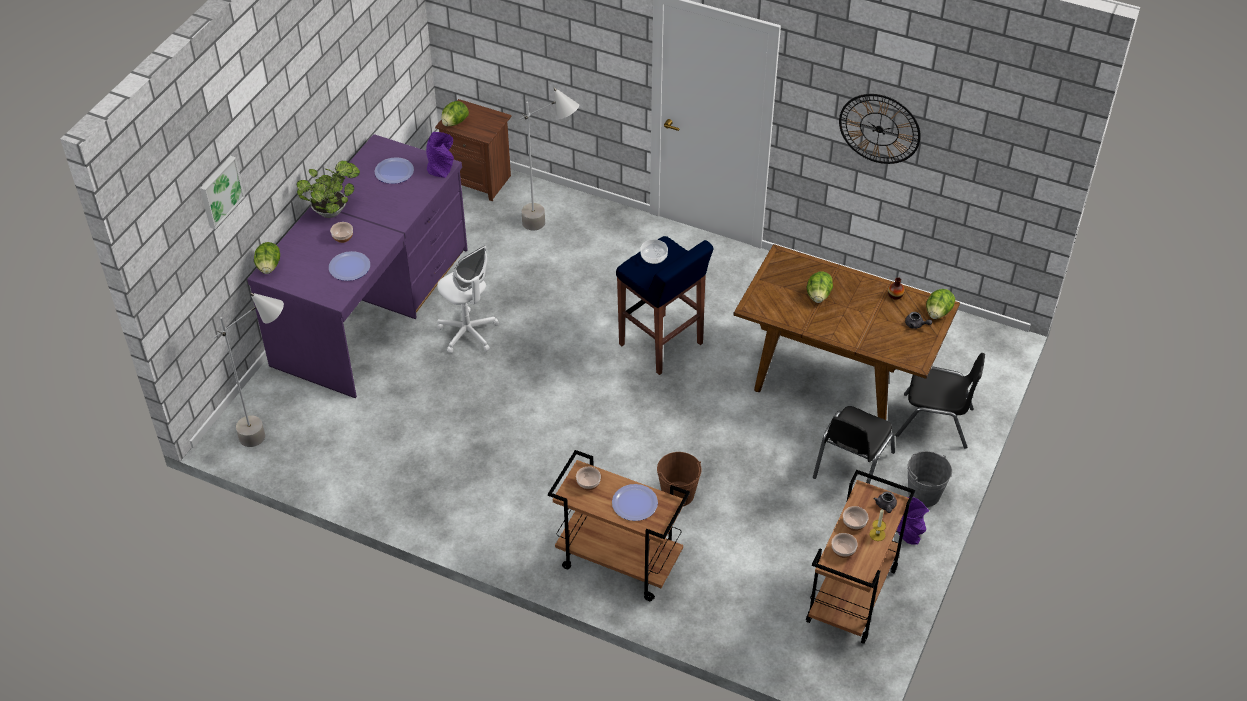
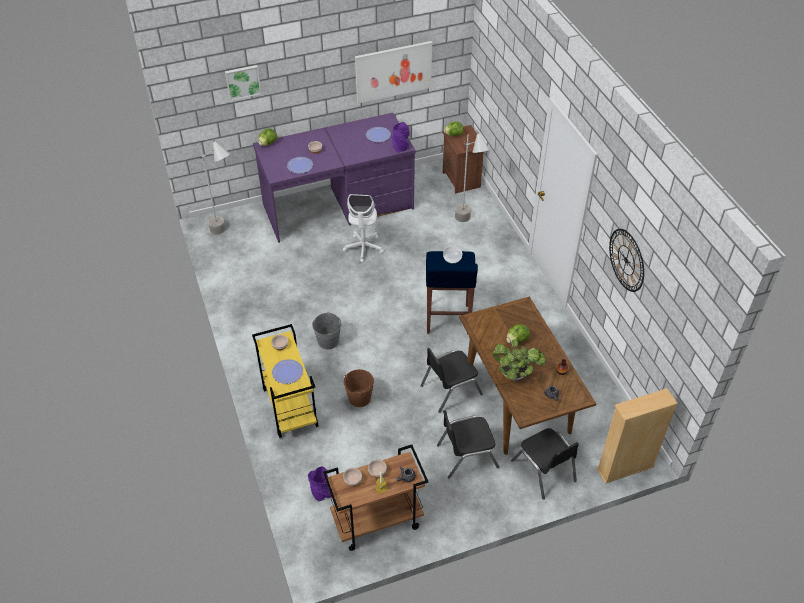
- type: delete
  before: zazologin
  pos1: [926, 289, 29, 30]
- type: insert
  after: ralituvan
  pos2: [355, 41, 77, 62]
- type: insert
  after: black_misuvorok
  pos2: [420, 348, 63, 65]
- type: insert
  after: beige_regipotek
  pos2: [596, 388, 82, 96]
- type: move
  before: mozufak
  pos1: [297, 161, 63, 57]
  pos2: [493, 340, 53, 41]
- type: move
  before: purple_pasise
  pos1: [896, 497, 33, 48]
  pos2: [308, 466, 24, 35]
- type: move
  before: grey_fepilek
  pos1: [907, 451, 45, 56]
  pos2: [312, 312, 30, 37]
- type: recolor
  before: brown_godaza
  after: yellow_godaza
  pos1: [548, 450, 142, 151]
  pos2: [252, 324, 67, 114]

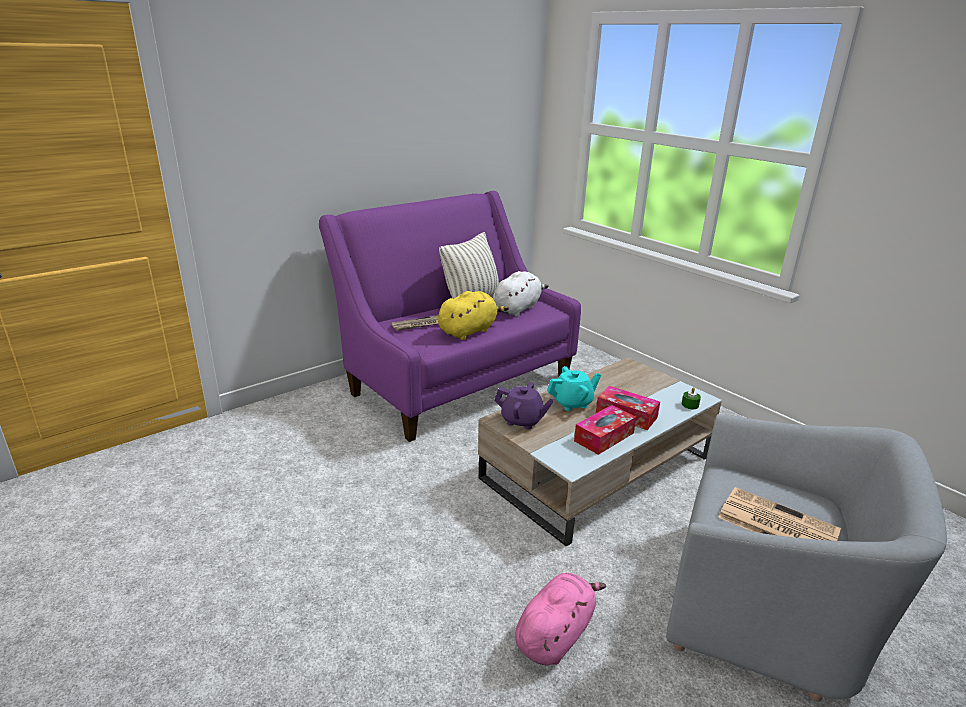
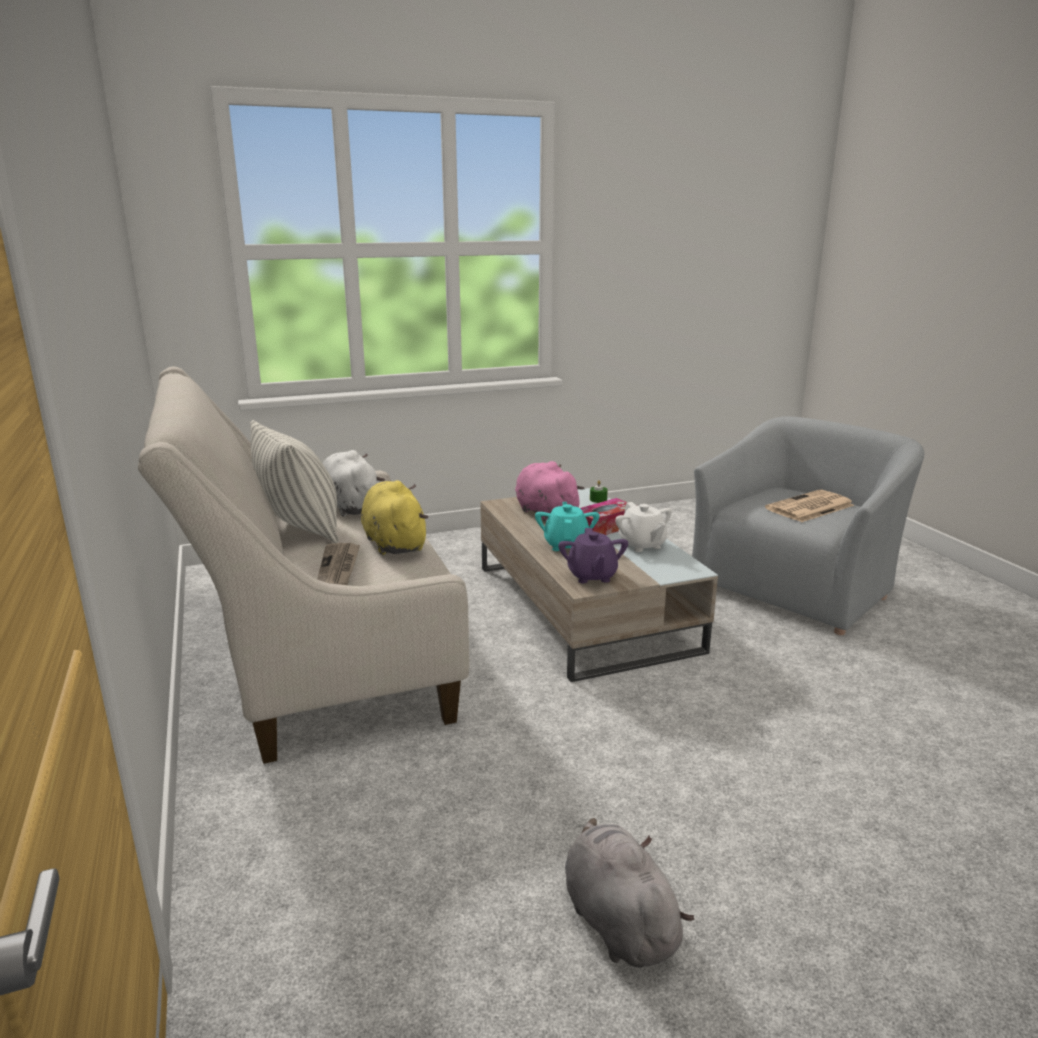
- type: insert
  after: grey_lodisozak
  pos2: [565, 818, 129, 150]
- type: move
  before: pink_lodisozak
  pos1: [515, 573, 91, 93]
  pos2: [515, 461, 69, 60]
- type: replace
  before: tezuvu
  after: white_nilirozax
  pos1: [574, 405, 62, 50]
  pos2: [615, 502, 57, 50]
- type: recolor
  before: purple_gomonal
  after: beige_gomonal
  pos1: [319, 191, 262, 251]
  pos2: [138, 366, 332, 398]
- type: rotate
  before: purple_nilirozax
  pos1: [494, 382, 60, 48]
  pos2: [558, 528, 70, 55]
  turn: 135

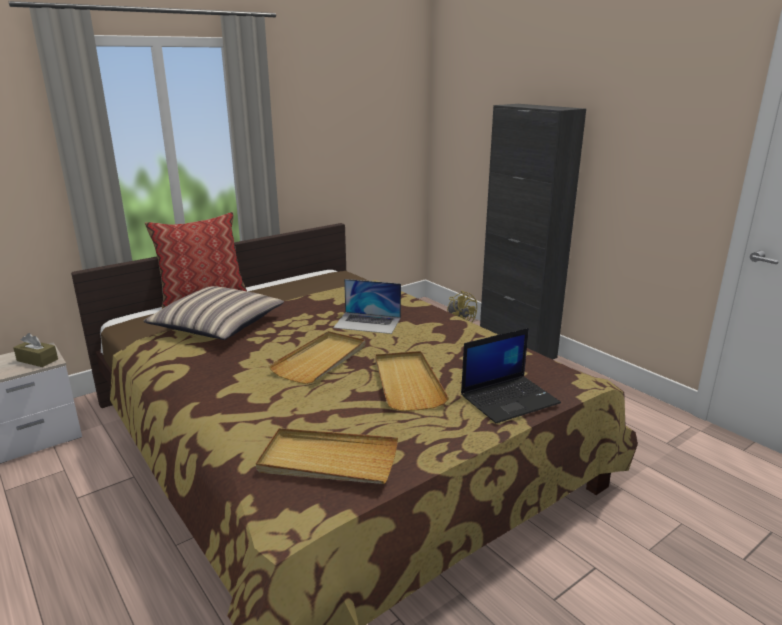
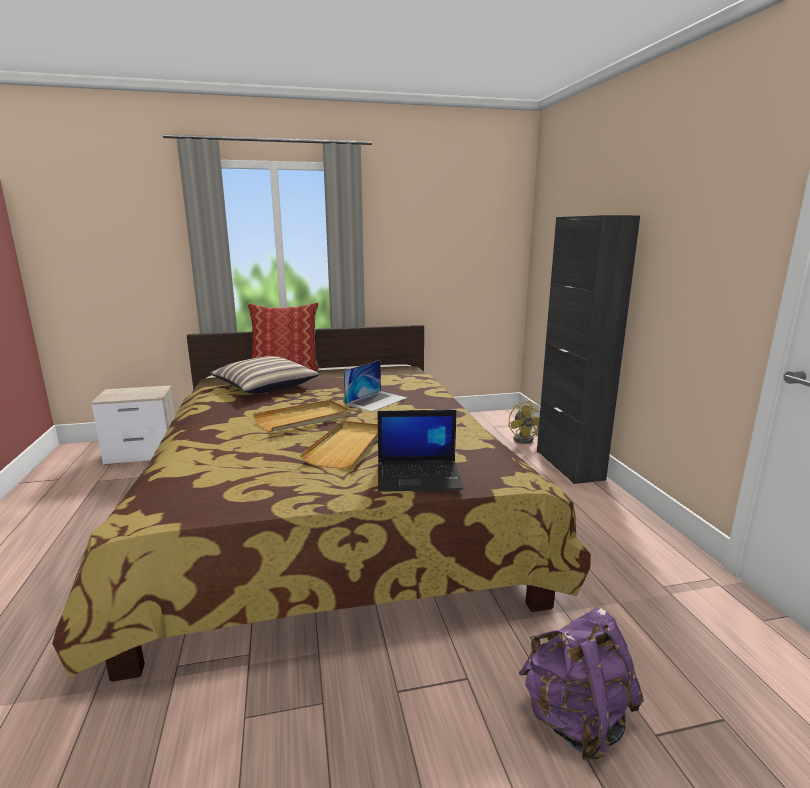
- type: delete
  before: brown_tezuvu
  pos1: [13, 333, 45, 34]
- type: delete
  before: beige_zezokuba
  pos1: [256, 428, 142, 56]
- type: insert
  after: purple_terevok
  pos2: [519, 607, 125, 153]
- type: rotate
  before: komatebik
  pos1: [333, 279, 68, 55]
  pos2: [344, 360, 63, 52]
  turn: -90

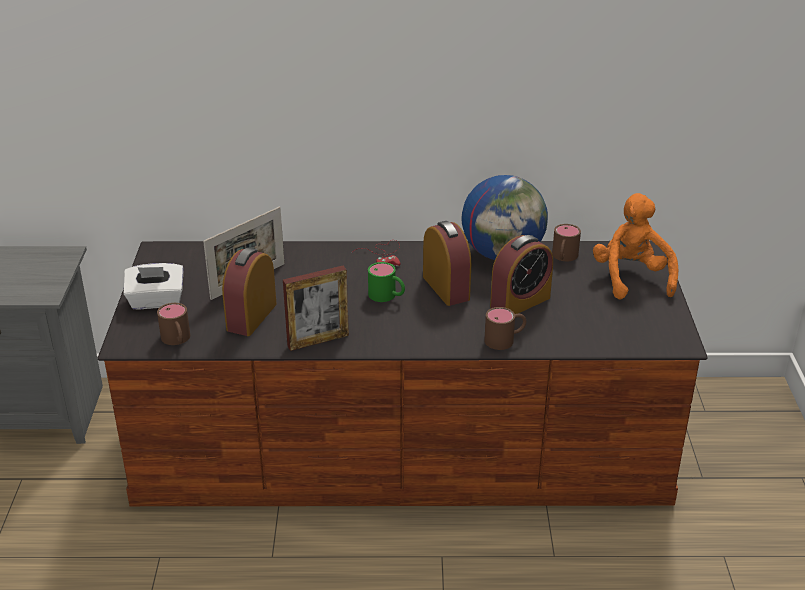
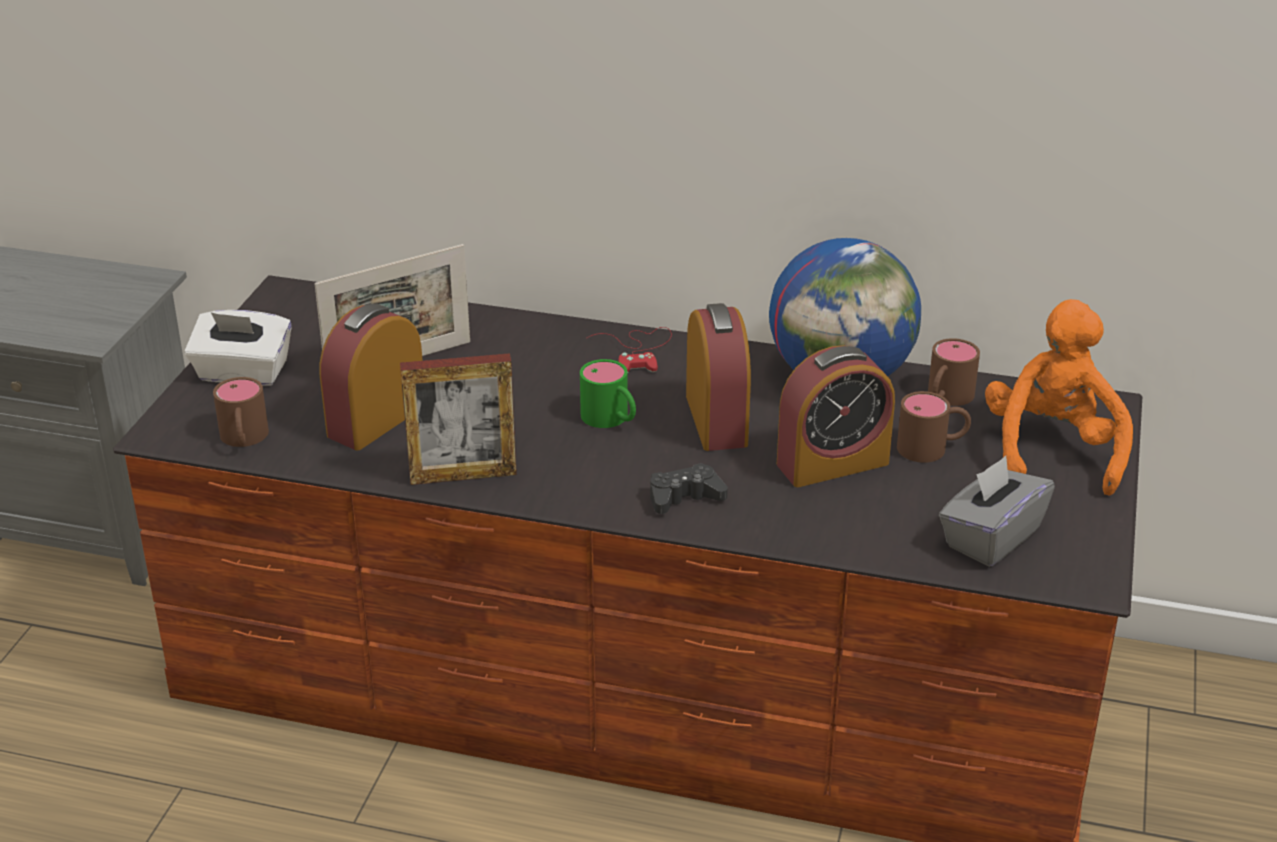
- type: insert
  after: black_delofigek
  pos2: [650, 463, 78, 51]
- type: insert
  after: grey_tezuvu
  pos2: [939, 456, 116, 111]
- type: move
  before: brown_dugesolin
  pos1: [484, 307, 42, 43]
  pos2: [897, 391, 74, 72]

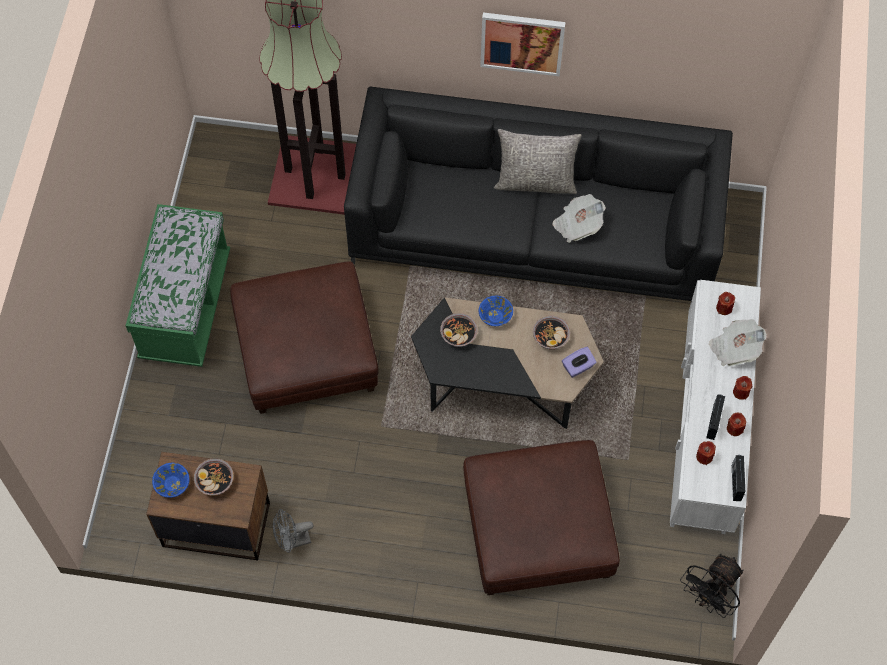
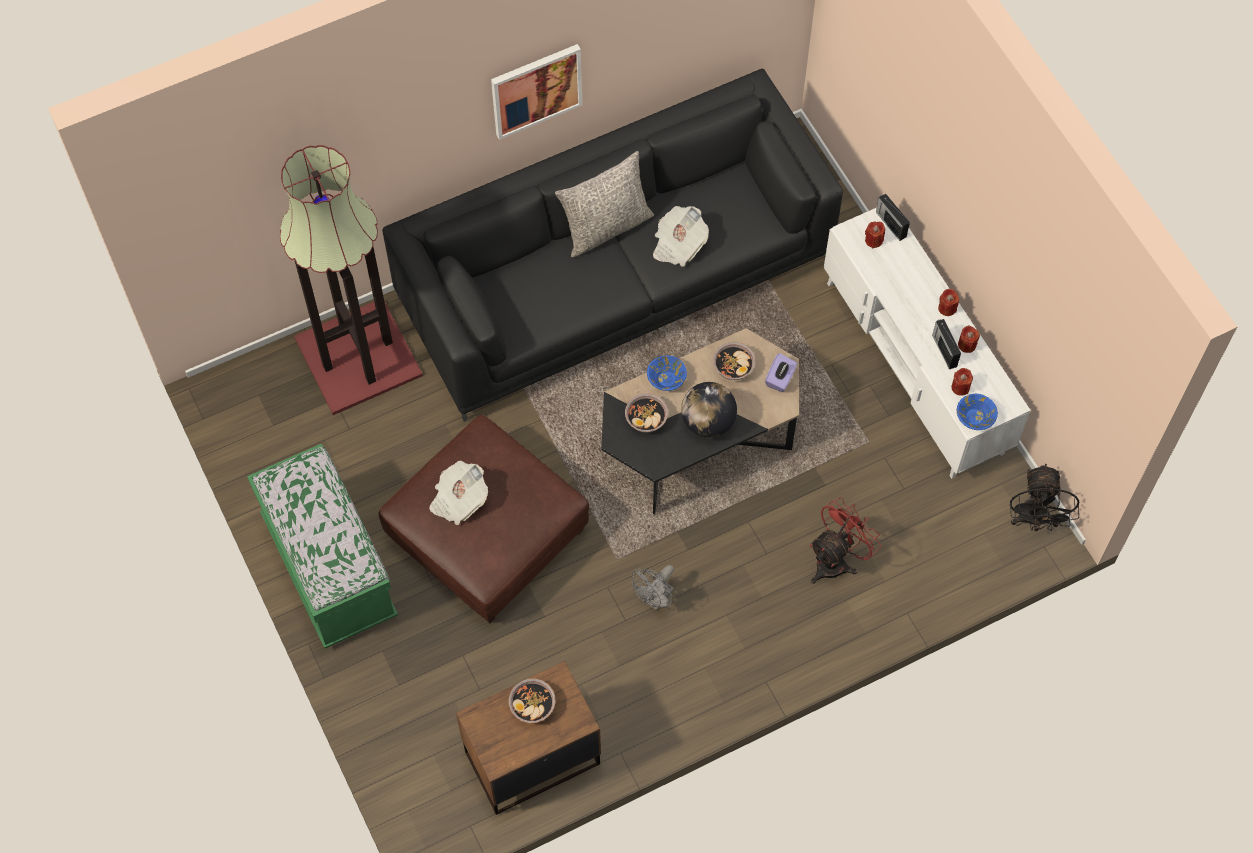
- type: insert
  after: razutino
  pos2: [681, 382, 56, 56]
- type: move
  before: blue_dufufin
  pos1: [152, 463, 37, 35]
  pos2: [957, 394, 41, 36]
- type: move
  before: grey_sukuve
  pos1: [273, 509, 41, 44]
  pos2: [631, 565, 43, 45]
- type: move
  before: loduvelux
  pos1: [709, 319, 58, 47]
  pos2: [429, 461, 59, 64]
- type: move
  before: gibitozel
  pos1: [732, 455, 13, 46]
  pos2: [876, 194, 34, 47]
- type: replace
  before: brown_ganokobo
  after: red_sukuve
  pos1: [463, 440, 157, 155]
  pos2: [809, 497, 72, 87]

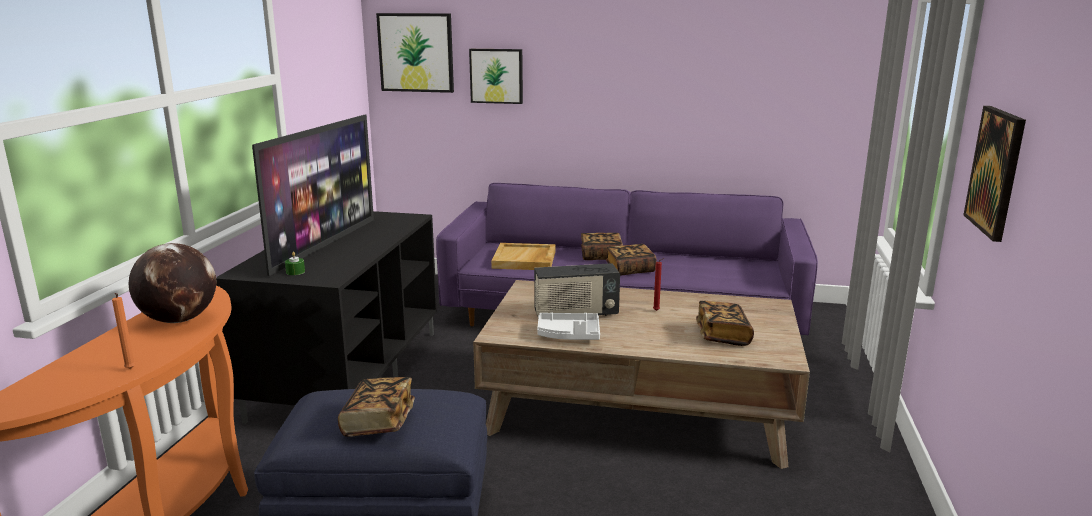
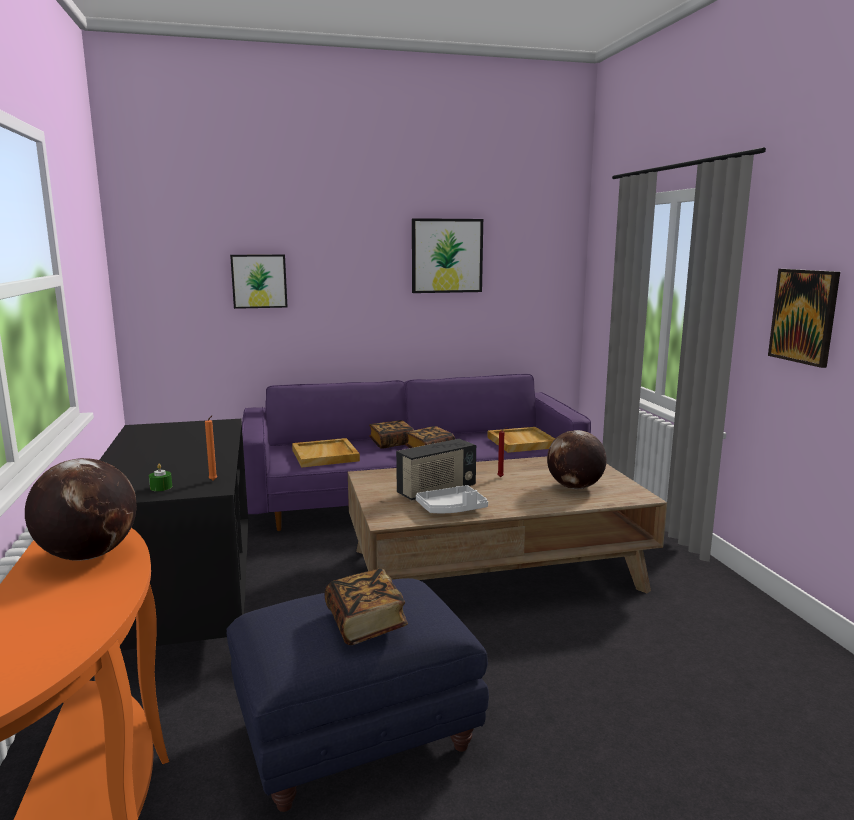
- type: delete
  before: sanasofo
  pos1: [252, 114, 122, 162]
- type: insert
  after: beige_zezokuba
  pos2: [487, 427, 68, 26]
- type: move
  before: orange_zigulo
  pos1: [112, 293, 24, 76]
  pos2: [205, 415, 12, 66]
- type: move
  before: ralituvan
  pos1: [376, 13, 78, 80]
  pos2: [412, 218, 71, 75]
- type: replace
  before: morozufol
  after: razutino
  pos1: [696, 301, 58, 45]
  pos2: [547, 430, 60, 59]

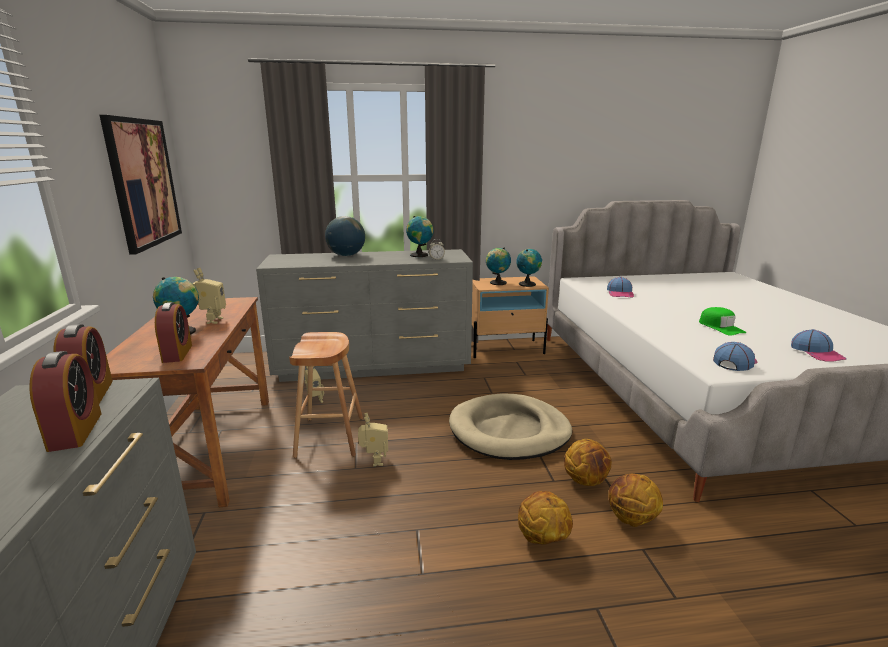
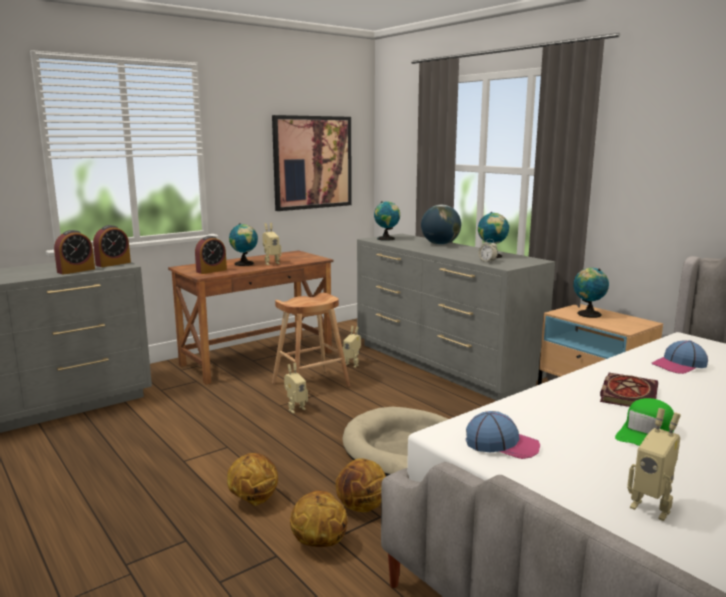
- type: insert
  after: morozufol
  pos2: [600, 373, 58, 34]
- type: move
  before: razutino
  pos1: [516, 249, 26, 38]
  pos2: [374, 201, 26, 40]
- type: replace
  before: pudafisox
  after: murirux
  pos1: [791, 329, 55, 33]
  pos2: [627, 408, 54, 113]

